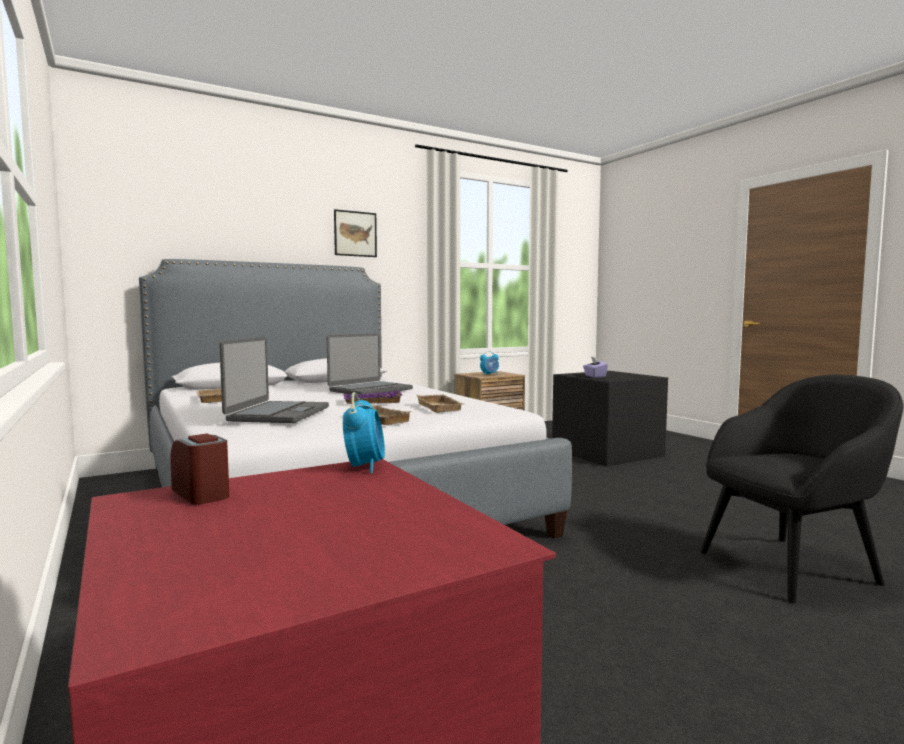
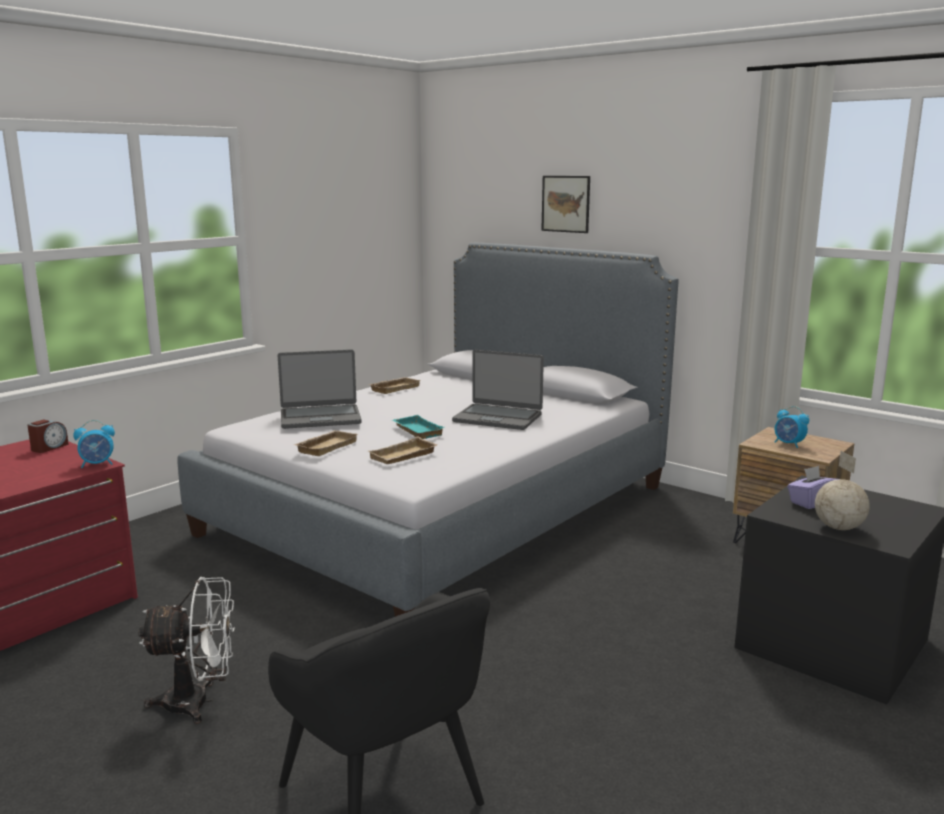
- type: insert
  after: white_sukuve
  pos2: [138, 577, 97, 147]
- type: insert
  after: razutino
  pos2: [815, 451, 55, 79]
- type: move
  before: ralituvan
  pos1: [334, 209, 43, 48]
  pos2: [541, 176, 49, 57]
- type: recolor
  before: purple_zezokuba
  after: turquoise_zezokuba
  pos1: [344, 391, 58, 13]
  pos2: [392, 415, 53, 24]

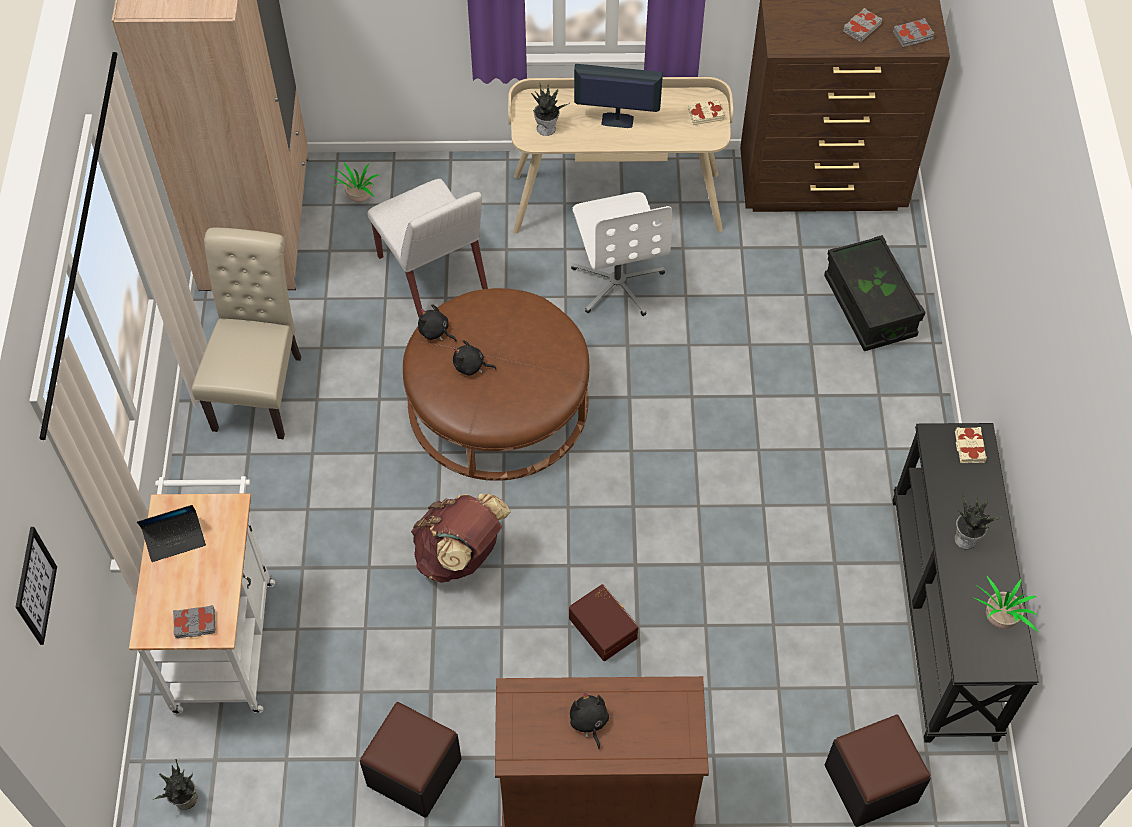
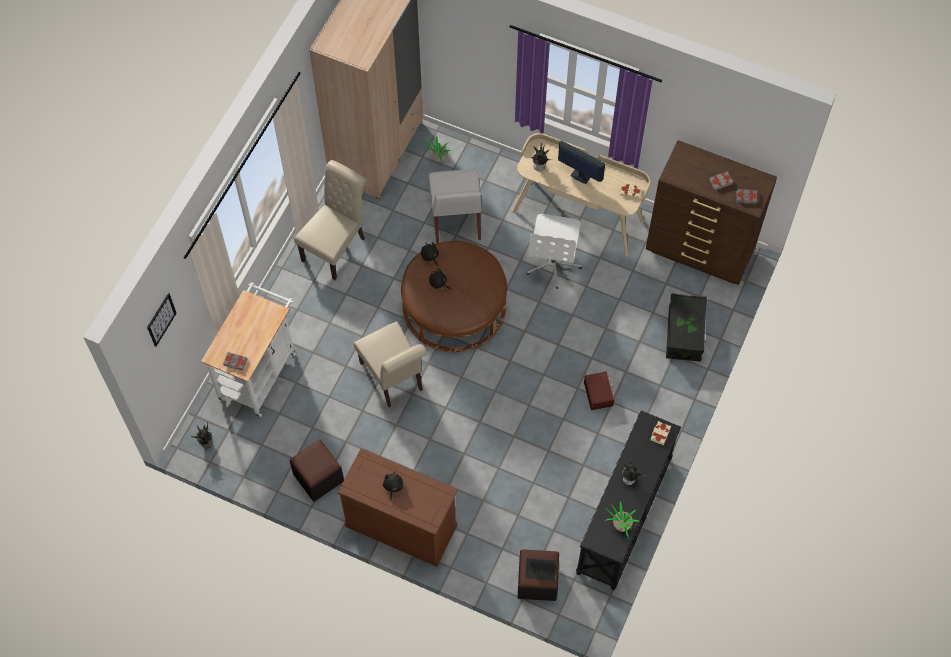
- type: move
  before: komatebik
  pos1: [137, 505, 69, 57]
  pos2: [525, 558, 32, 23]
- type: move
  before: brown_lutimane
  pos1: [569, 584, 69, 77]
  pos2: [584, 371, 31, 39]
- type: replace
  before: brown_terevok
  after: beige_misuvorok
  pos1: [411, 494, 100, 89]
  pos2: [354, 321, 73, 86]

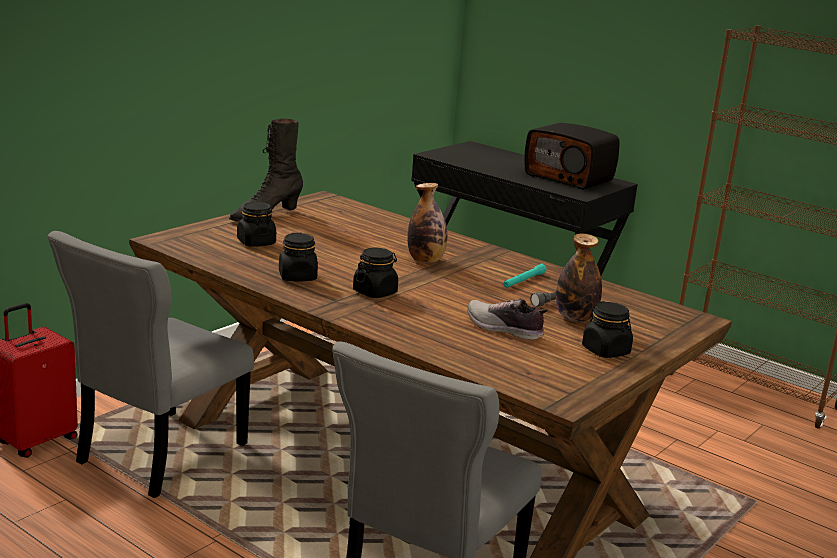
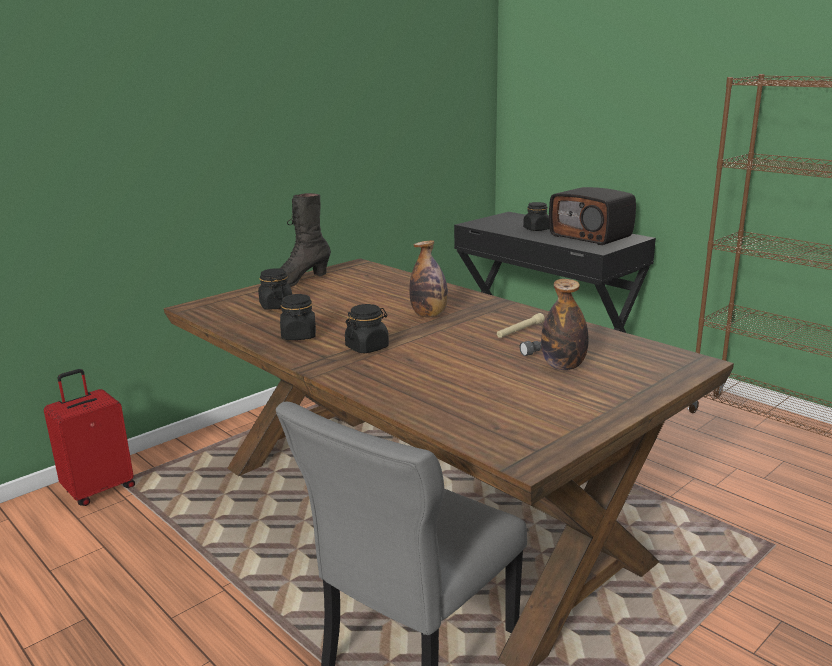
- type: delete
  before: grey_misuvorok
  pos1: [48, 231, 206, 267]
- type: delete
  before: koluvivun
  pos1: [467, 298, 81, 42]
- type: move
  before: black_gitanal
  pos1: [582, 301, 51, 57]
  pos2: [523, 202, 27, 29]
- type: recolor
  before: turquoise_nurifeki
  after: beige_nurifeki
  pos1: [503, 264, 43, 24]
  pos2: [497, 313, 48, 25]

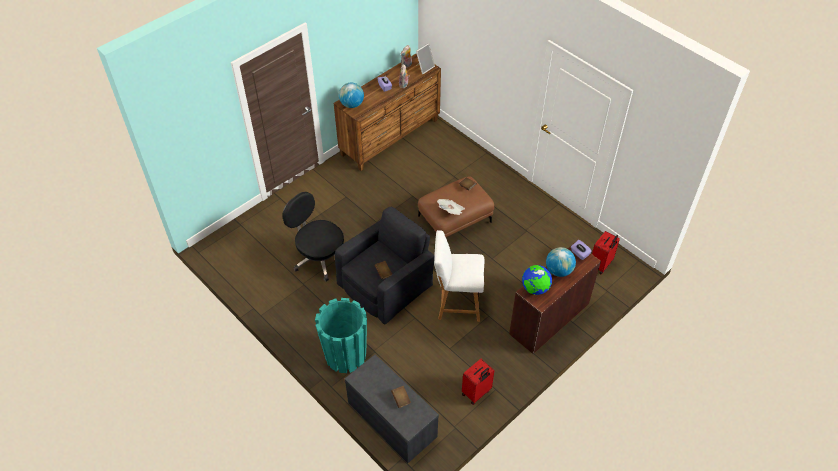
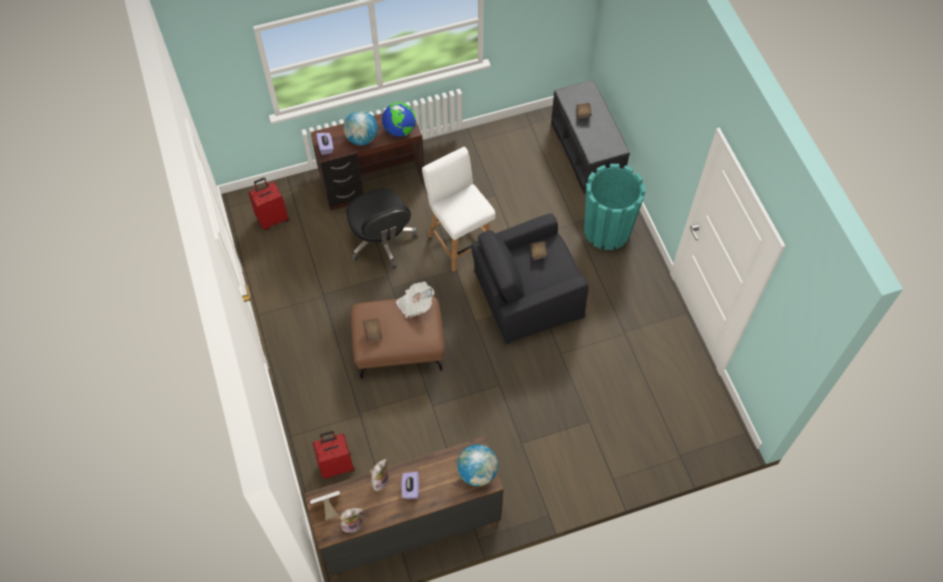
- type: move
  before: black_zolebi
  pos1: [282, 192, 62, 90]
  pos2: [346, 189, 71, 80]
- type: move
  before: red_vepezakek
  pos1: [462, 359, 32, 46]
  pos2: [313, 431, 42, 48]
- type: rotate
  before: white_misuvorok
  pos1: [434, 230, 51, 92]
  pos2: [422, 147, 74, 125]
  turn: -150

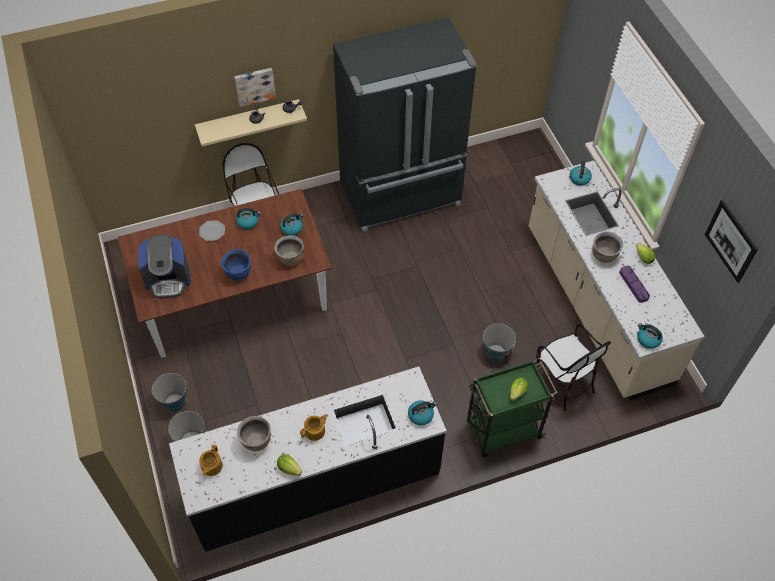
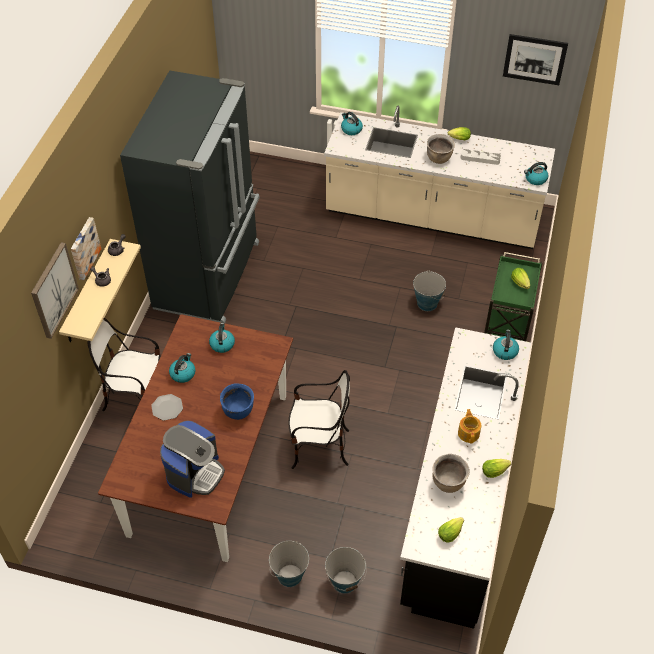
- type: delete
  before: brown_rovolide
  pos1: [274, 235, 30, 31]
- type: insert
  after: ralituvan
  pos2: [31, 242, 48, 97]
- type: move
  before: misuvorok
  pos1: [536, 324, 75, 87]
  pos2: [288, 370, 62, 99]
- type: replace
  before: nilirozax
  after: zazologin
  pos1: [199, 445, 24, 31]
  pos2: [438, 517, 26, 26]
- type: recolor
  before: purple_zezokuba
  after: grey_zezokuba
  pos1: [619, 266, 31, 37]
  pos2: [461, 149, 40, 16]

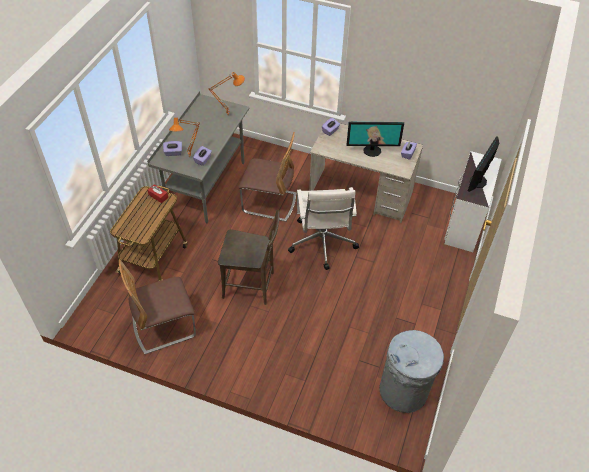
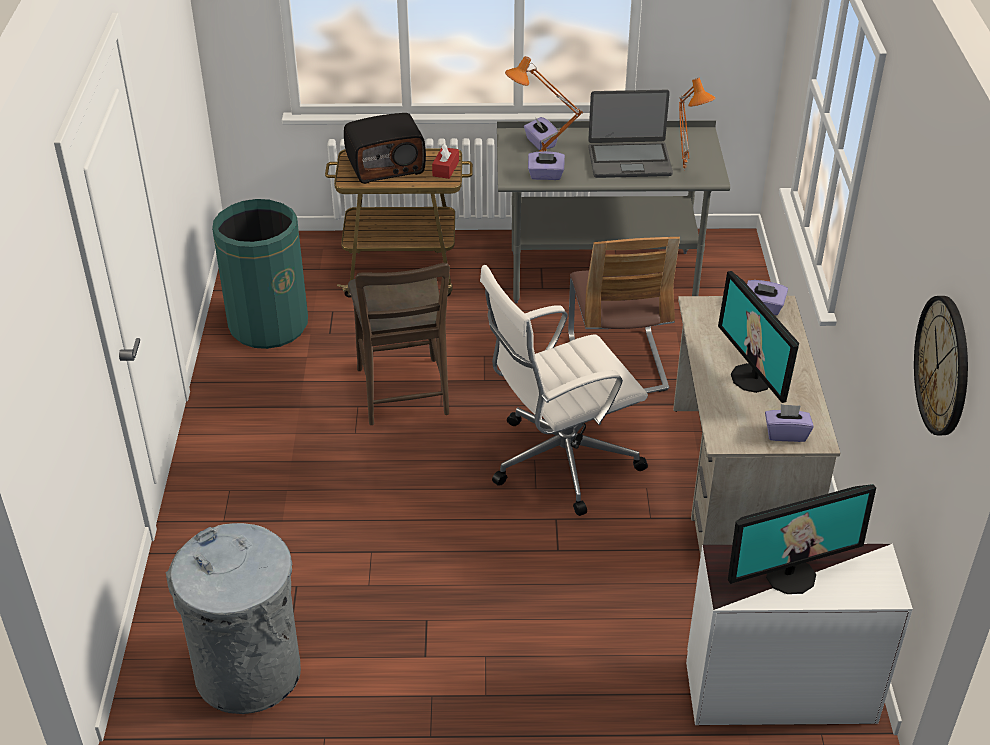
- type: insert
  after: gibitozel
  pos2: [344, 113, 82, 71]
- type: insert
  after: komatebik
  pos2: [588, 90, 85, 88]
- type: insert
  after: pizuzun
  pos2: [914, 296, 54, 139]
- type: replace
  before: misuvorok
  after: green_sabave
  pos1: [119, 259, 77, 95]
  pos2: [212, 199, 96, 150]
- type: rotate
  before: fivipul
  pos1: [468, 136, 31, 56]
  pos2: [728, 484, 148, 110]
  turn: 150

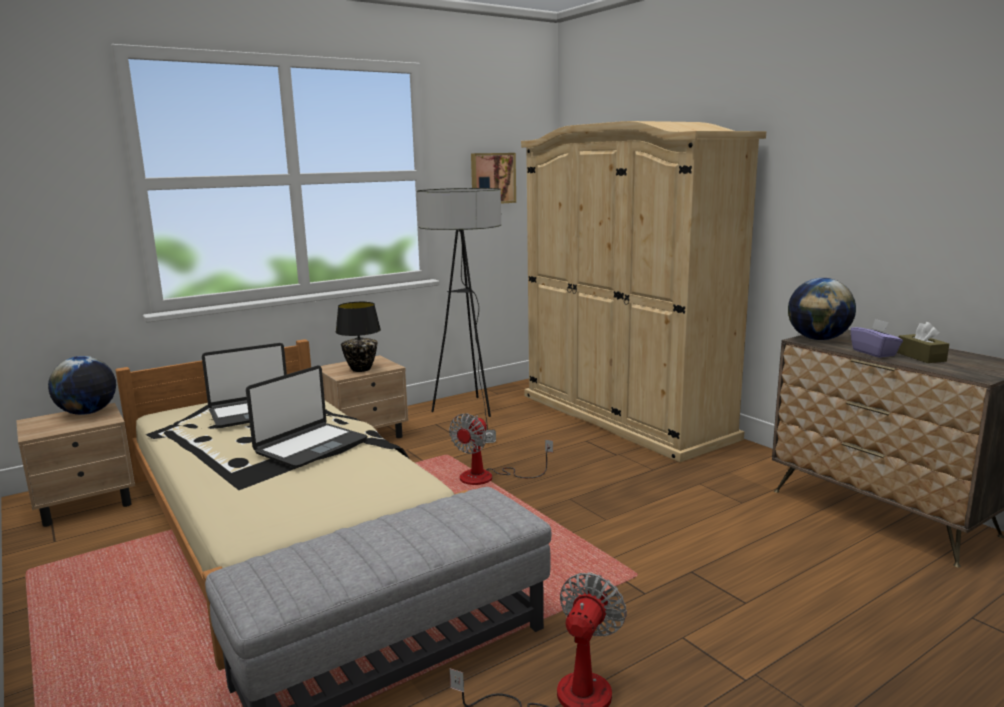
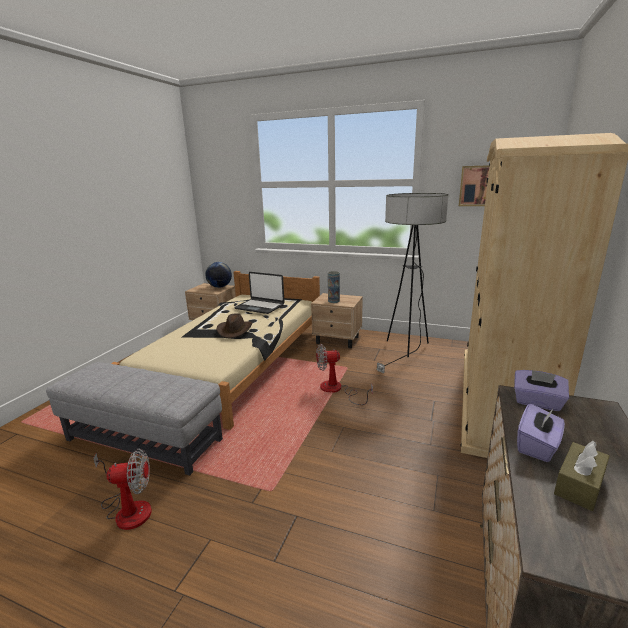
- type: replace
  before: komatebik
  after: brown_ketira
  pos1: [246, 365, 121, 103]
  pos2: [216, 313, 37, 25]
- type: replace
  before: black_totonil
  after: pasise
  pos1: [336, 302, 45, 70]
  pos2: [328, 271, 12, 32]
- type: replace
  before: razutino
  after: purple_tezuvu
  pos1: [788, 278, 68, 62]
  pos2: [514, 370, 55, 41]

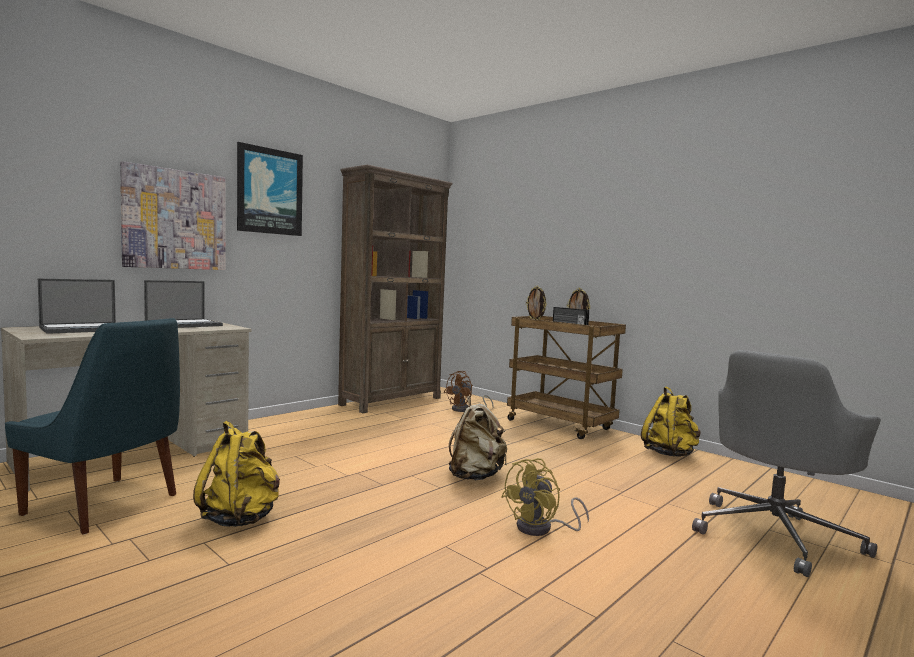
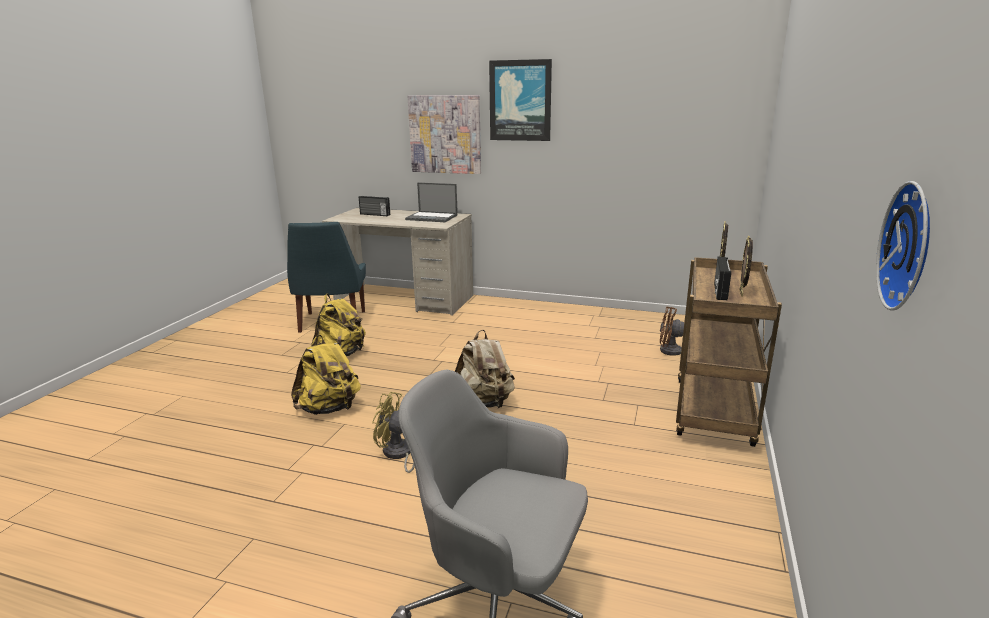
- type: delete
  before: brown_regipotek
  pos1: [338, 165, 115, 248]
- type: insert
  after: pizuzun
  pos2: [876, 181, 54, 130]
- type: move
  before: yellow_terevok
  pos1: [641, 386, 60, 70]
  pos2: [291, 335, 70, 80]
- type: replace
  before: komatebik
  after: gibitozel
  pos1: [38, 279, 78, 55]
  pos2: [359, 196, 31, 20]

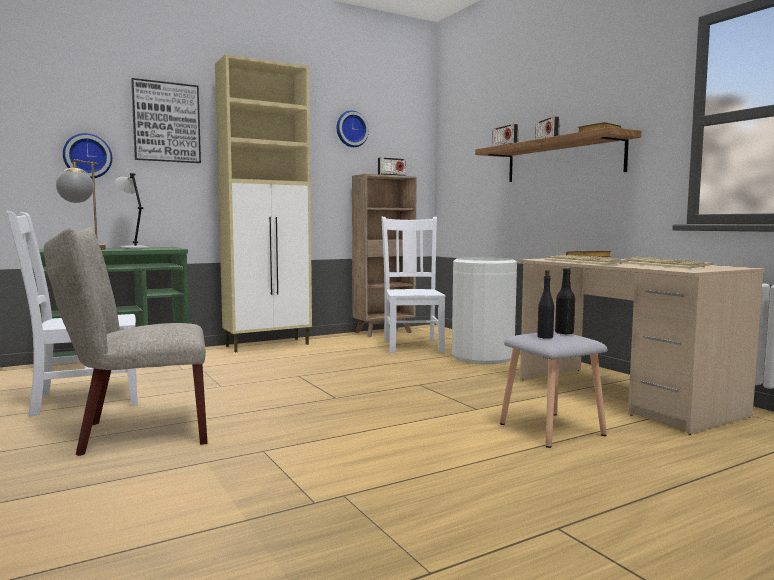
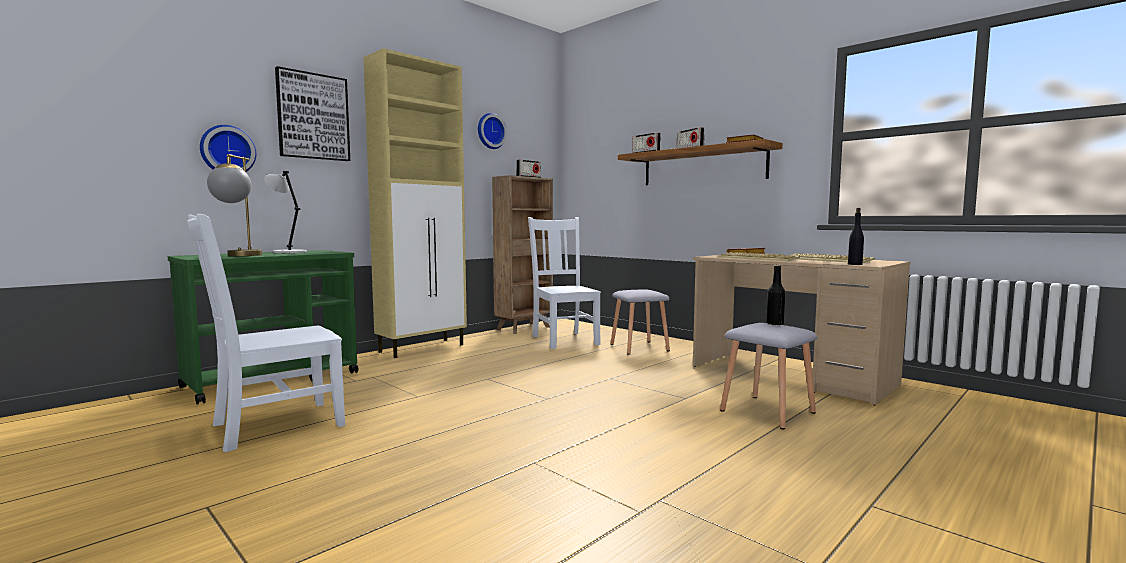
- type: delete
  before: beige_misuvorok
  pos1: [44, 228, 164, 228]
- type: move
  before: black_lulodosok
  pos1: [537, 270, 17, 69]
  pos2: [848, 208, 16, 57]
- type: replace
  before: white_sabave
  after: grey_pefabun
  pos1: [452, 257, 65, 107]
  pos2: [610, 290, 60, 65]

